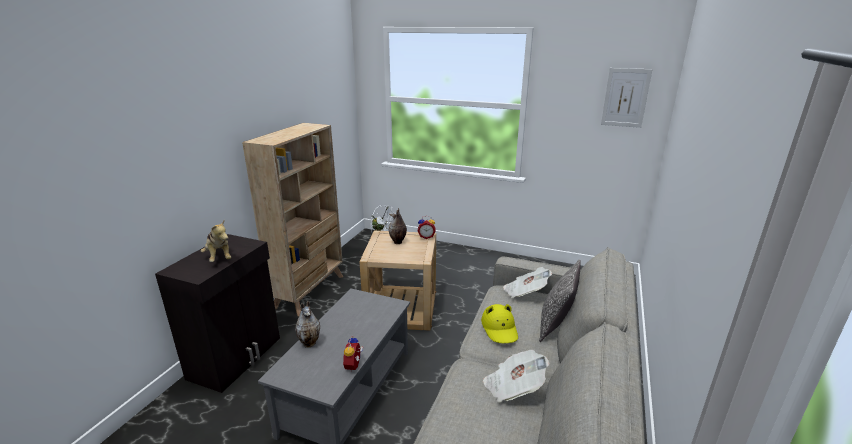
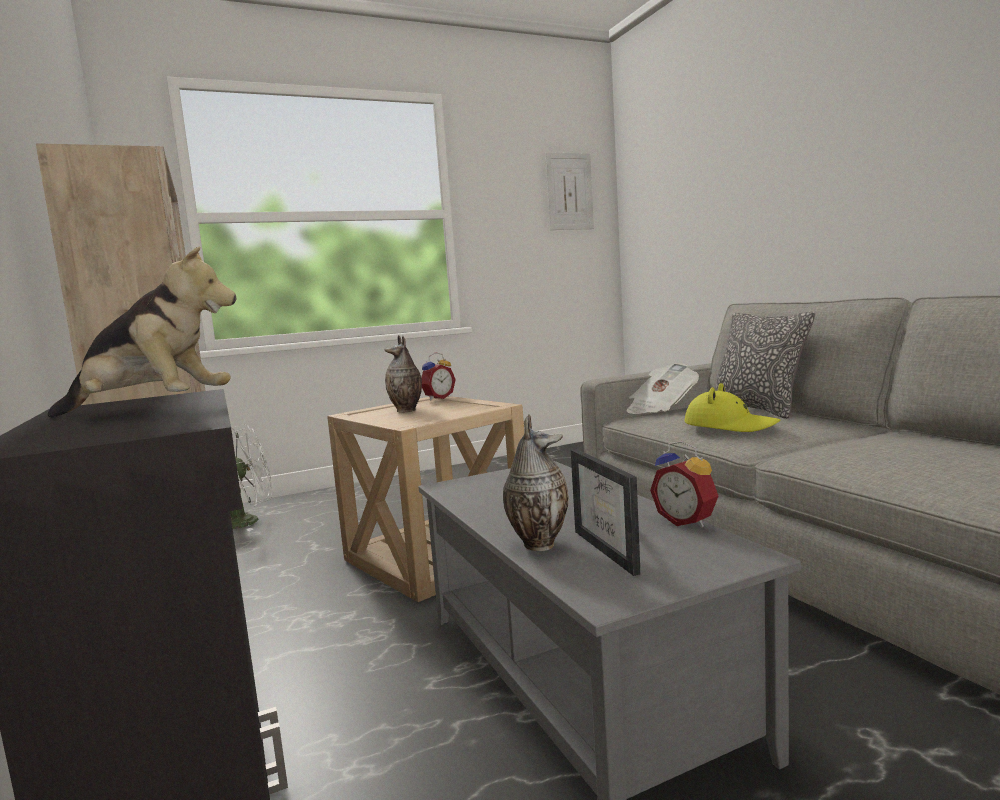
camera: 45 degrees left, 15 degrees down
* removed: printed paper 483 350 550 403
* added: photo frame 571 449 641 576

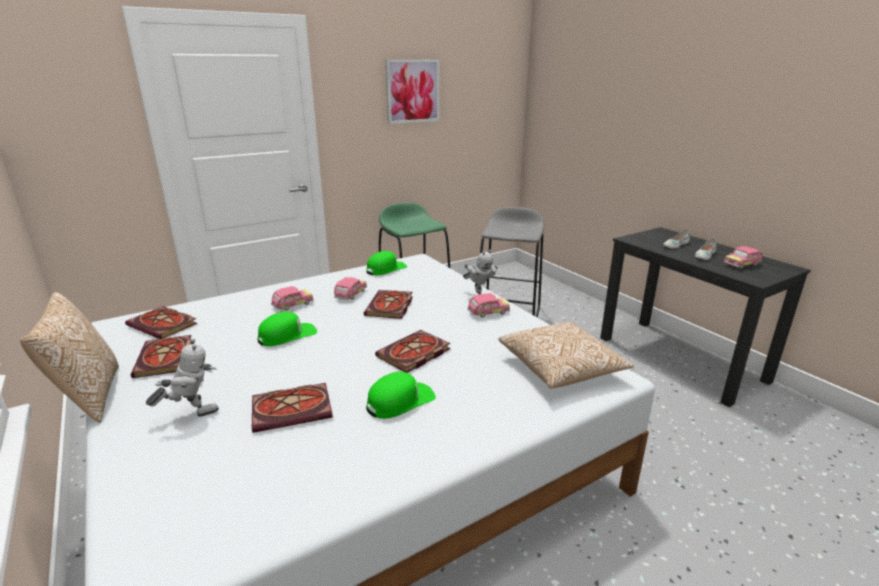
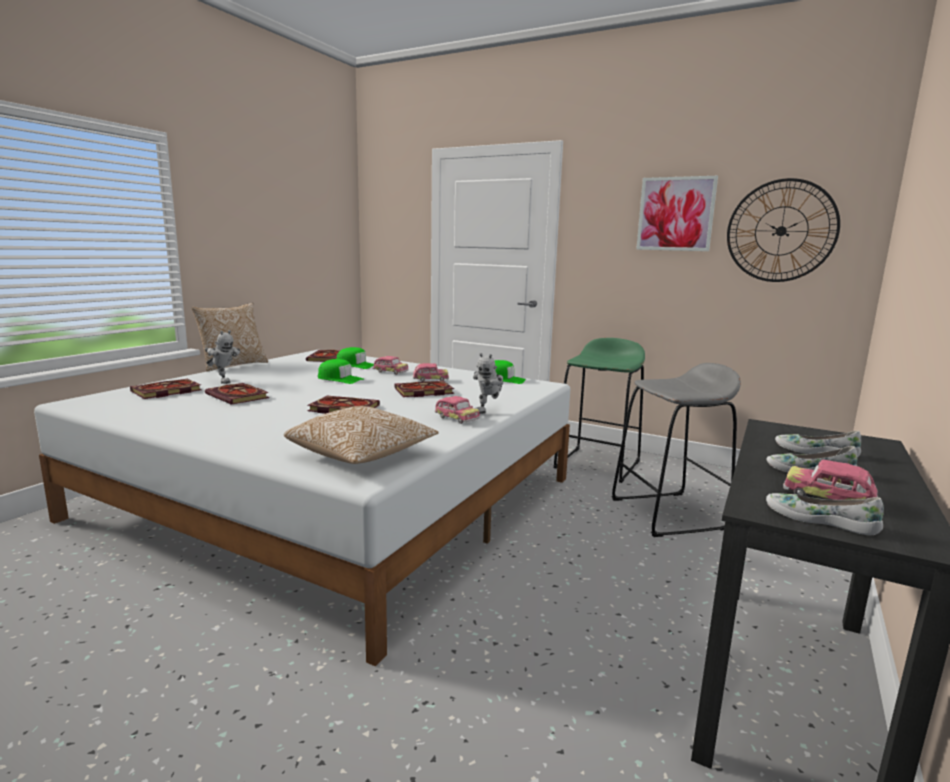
camera: 60 degrees right, 10 degrees down
* moved: volume 130 335 192 378 to 130 379 202 399
* moved: green-coloured cap 366 372 436 419 to 337 347 374 369
* added: clock on the wall 727 178 840 282
* added: white low shoe 766 493 884 535

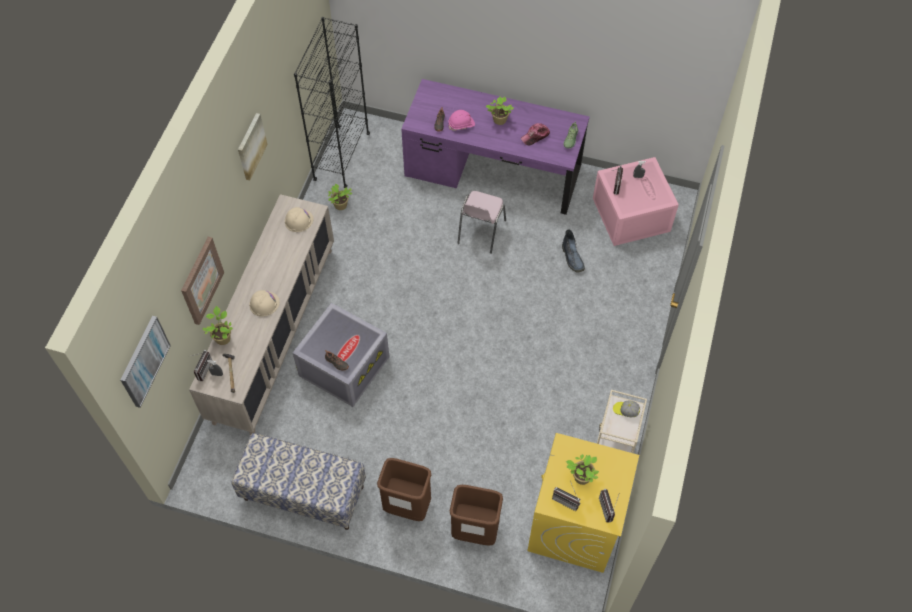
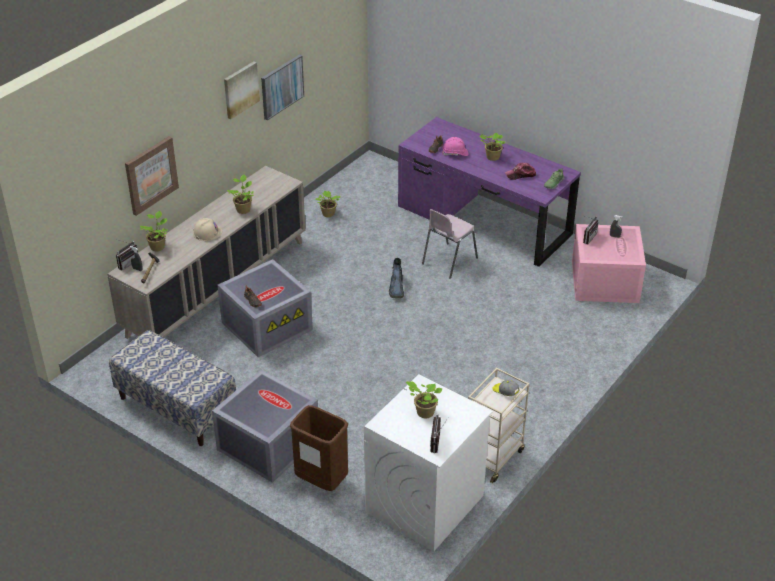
camera: 20 degrees right, 20 degrees down
* moved: wall picture 120 316 171 408 to 261 54 304 120
* removed: beige safety helmet 285 207 313 232
* removed: blackish bookshelf 294 17 370 188
* replaced: brown rubbish bin 377 458 431 521 to greyish storage box 212 369 318 483
* recoloured: yellow laundry appliance 528 433 639 573 to white laundry appliance 364 374 493 551
* removed: radio 552 481 580 511
* moved: boot 562 229 585 273 to 389 258 404 299
* added: plant in a pot 227 174 254 214

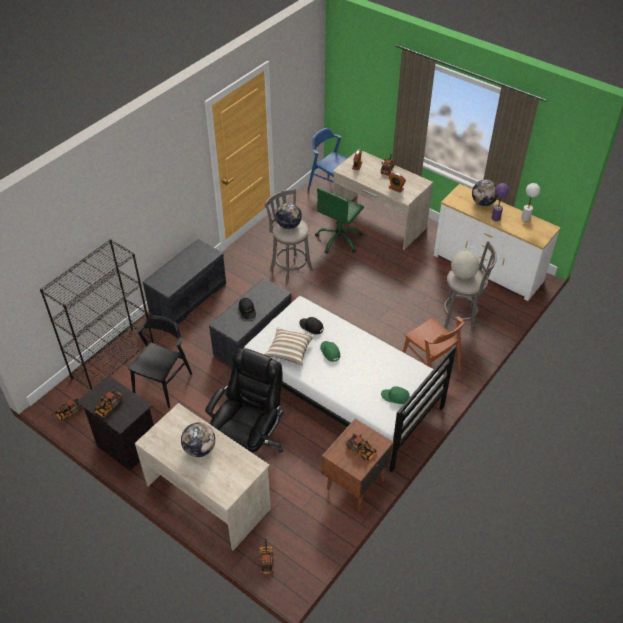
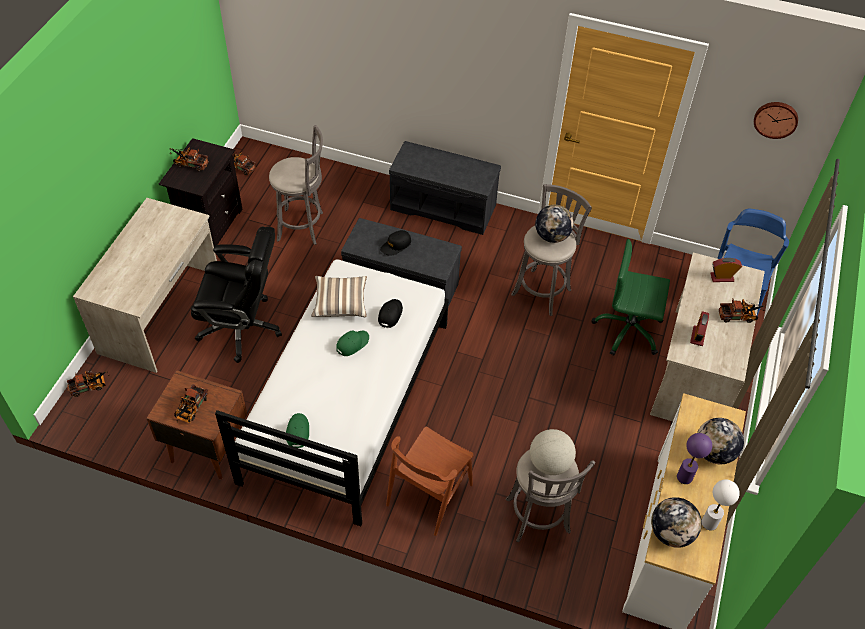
camera: 70 degrees right, 5 degrees up
* removed: blackish bookshelf 40 239 154 390
* replaced: blackish plain chair 128 315 192 408 to greyish sitting stool 269 125 323 245
* moved: desk globe 181 423 215 457 to 651 497 702 548
* added: clock on the wall 754 102 798 139

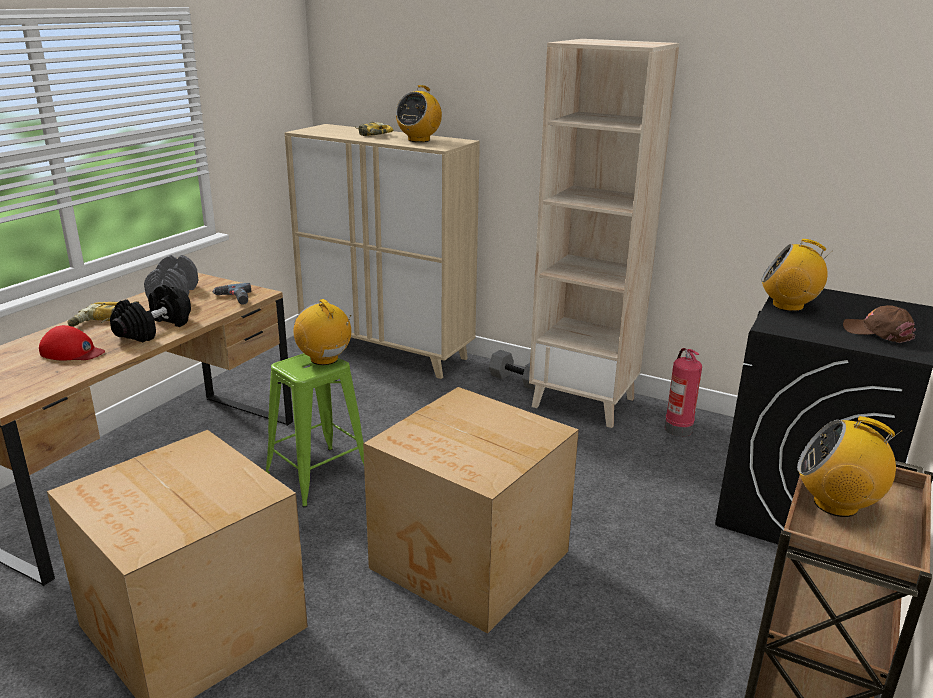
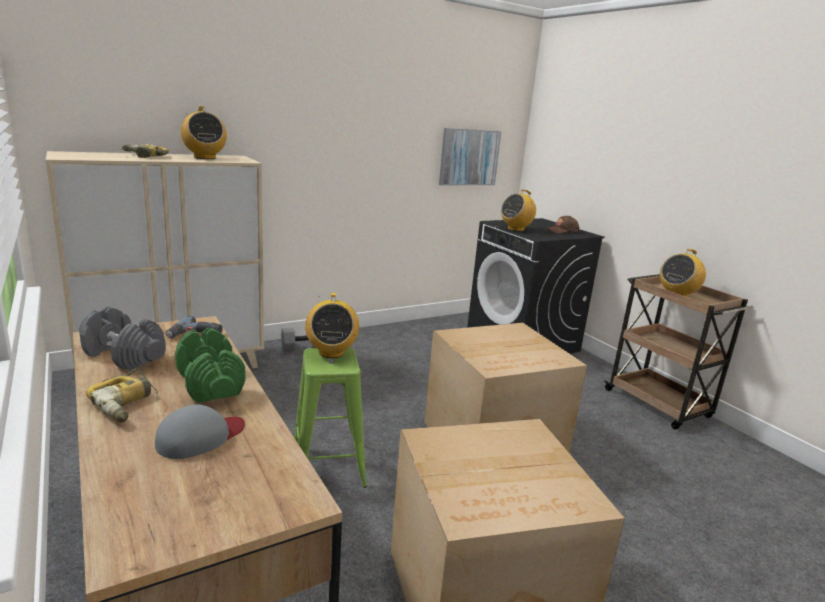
camera: 60 degrees left, 5 degrees down
* recoloured: red cap 39 325 105 361 to greyish cap 155 404 245 459
* recoloured: blackish free weight 110 284 191 342 to green-coloured free weight 175 328 246 403
* turned: radio 294 299 351 365 = 305 293 359 358 90 degrees counterclockwise
* removed: beige bookshelf 529 39 680 428
* removed: fire extinguisher 664 348 702 436
* added: wall picture 439 128 501 185

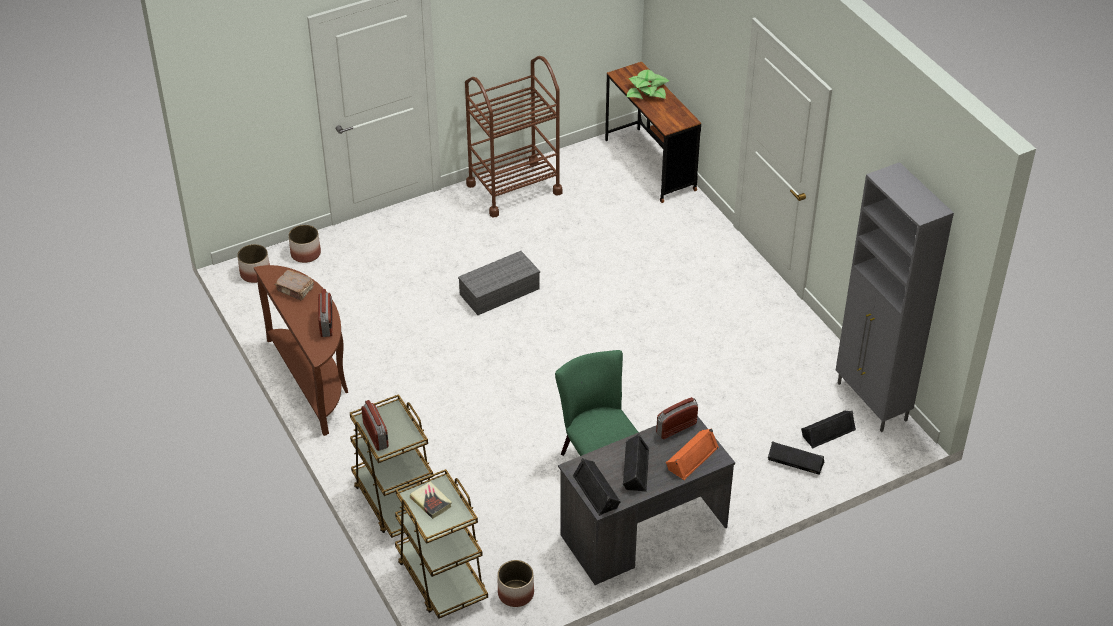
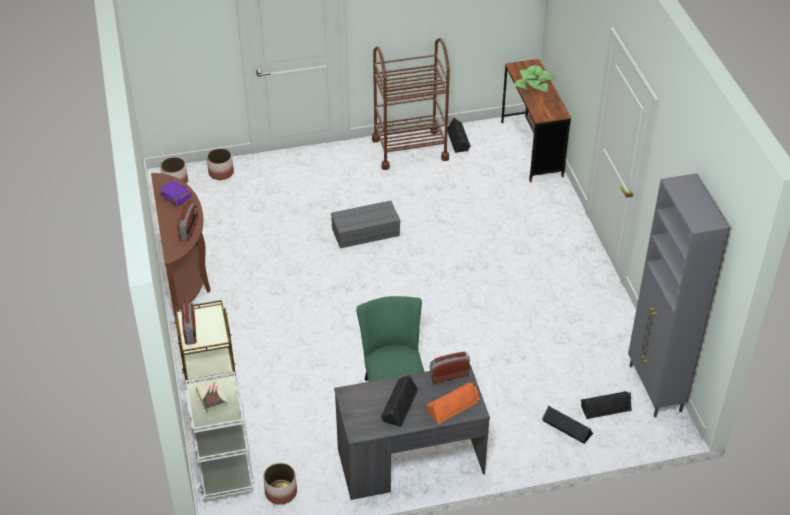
camera: 15 degrees right, 0 degrees up
* recoloured: brown volume 275 269 314 301 to purplish volume 159 180 192 207
* recoloured: brown wheeled cart 395 469 488 619 to white wheeled cart 185 372 255 500
* moved: blackish speaker 573 458 621 516 to 447 118 471 153

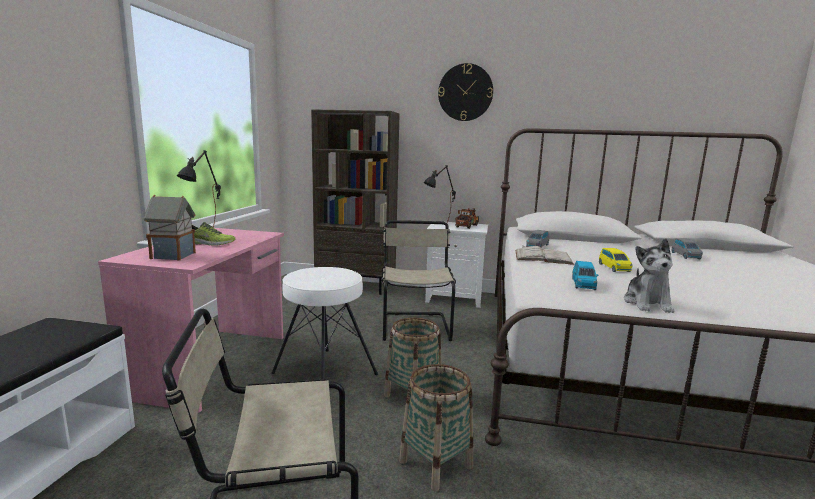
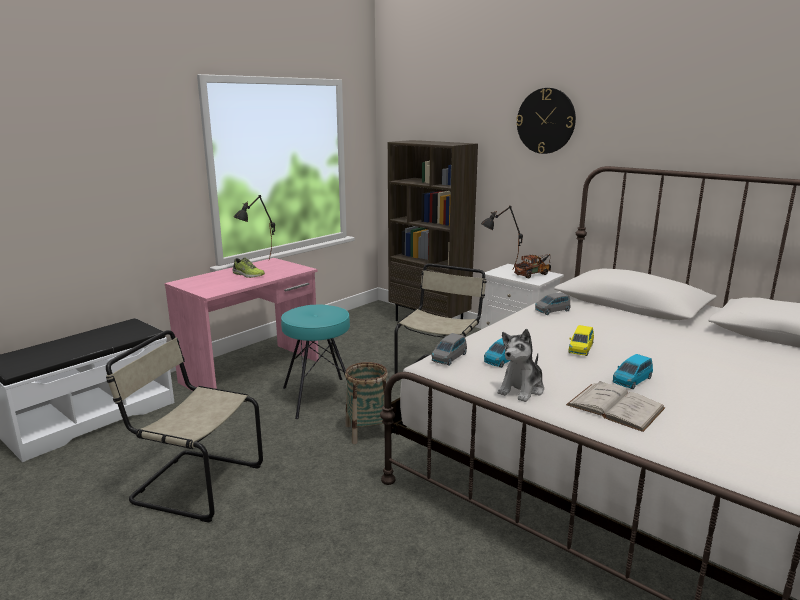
camera: 30 degrees right, 5 degrees up
* removed: miniature house 144 195 196 261
* recoloured: white sitting stool 271 267 378 379 to turquoise-coloured sitting stool 281 305 350 419
* removed: basket 399 364 473 492
* moved: white volume 515 246 574 265 to 566 381 665 432
* moved: greyish toy car 672 238 703 259 to 431 333 467 366
* added: blue-coloured toy car 612 354 653 389

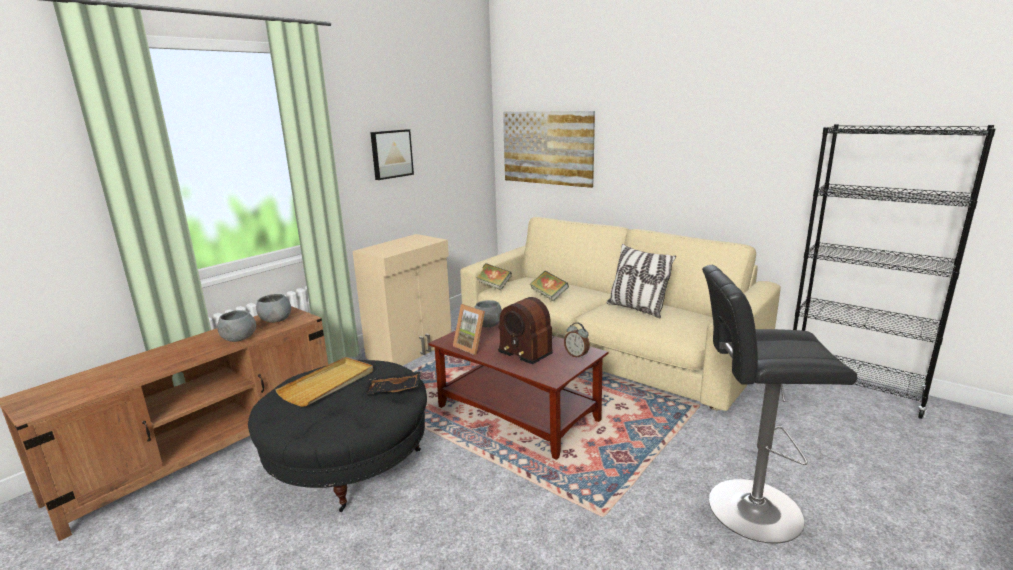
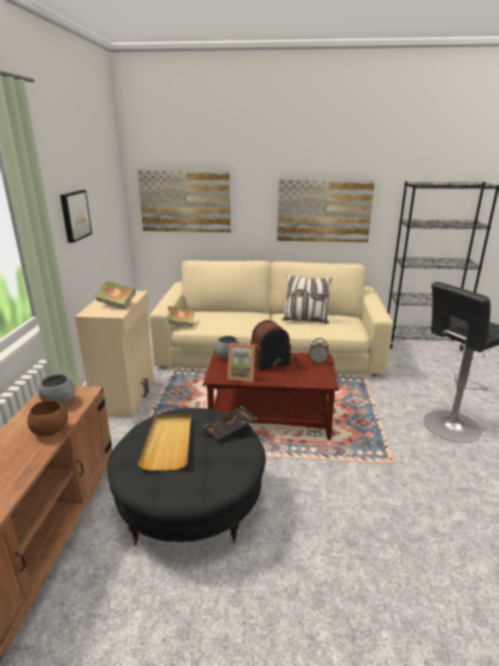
camera: 35 degrees left, 5 degrees up
* recoloured: greyish serving bowl 217 310 256 342 to brown serving bowl 27 400 68 436
* turned: radio 498 297 554 364 = 251 320 308 379 150 degrees clockwise
* moved: volume 530 271 569 301 to 95 282 136 309
* added: wall picture 277 179 375 242

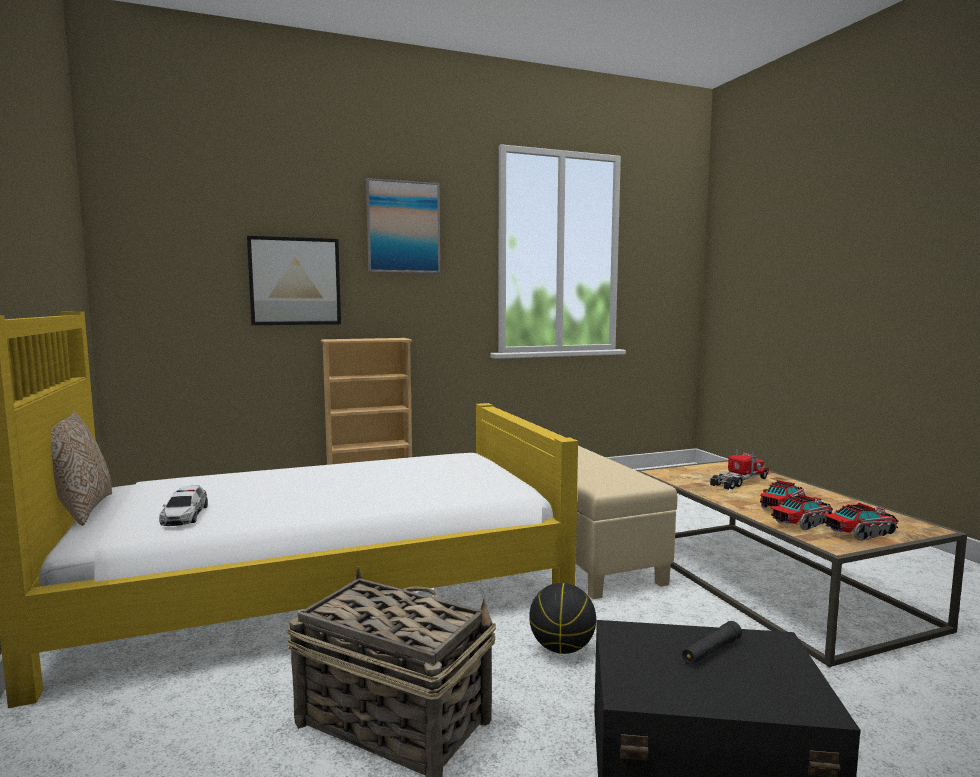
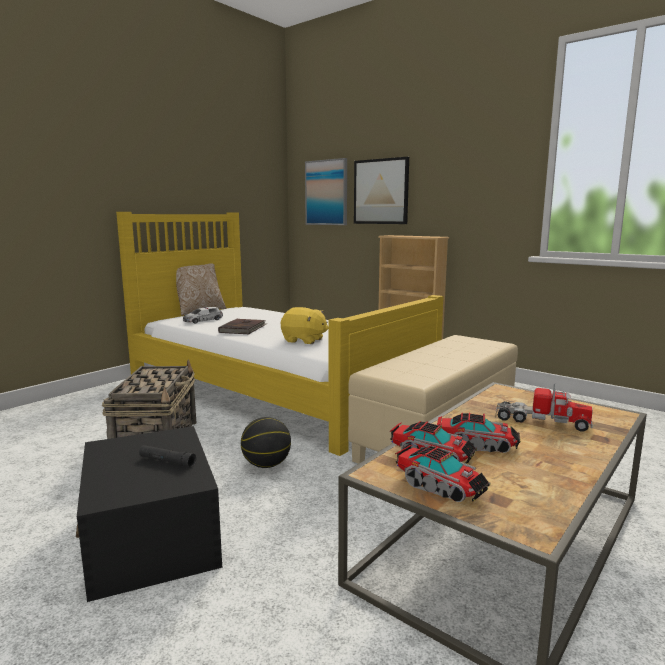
camera: 60 degrees right, 5 degrees up
* moved: wall picture 366 178 440 273 to 305 158 347 225
* added: brown volume 218 319 266 334
* added: yellow cuddly toy 281 307 328 344

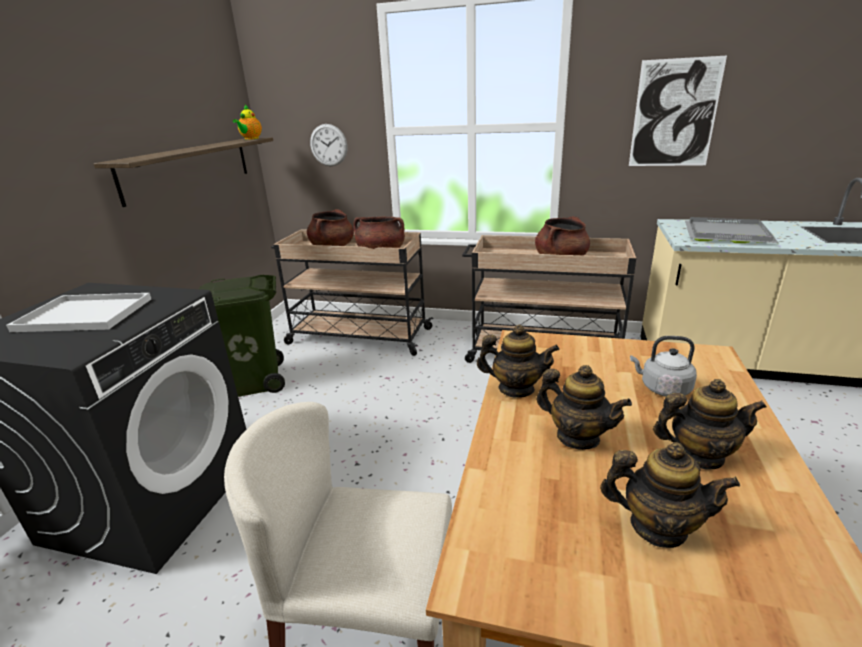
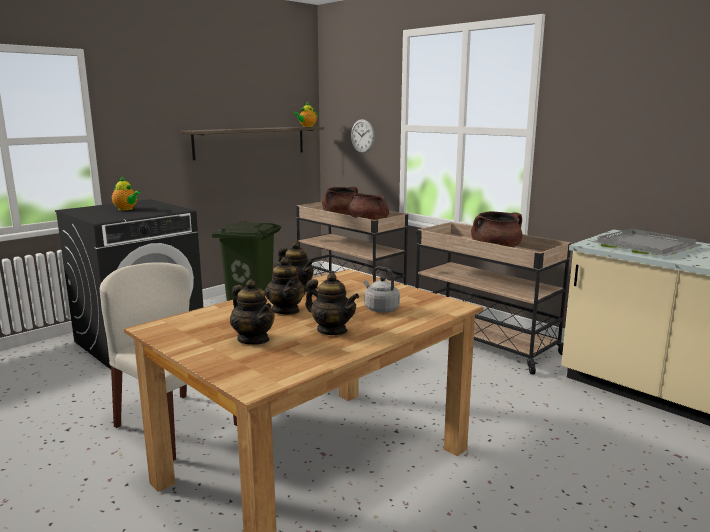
camera: 30 degrees right, 10 degrees down
* replaced: white serving tray 6 293 151 332 to teapot 112 176 141 210
* removed: wall picture 629 56 727 166

